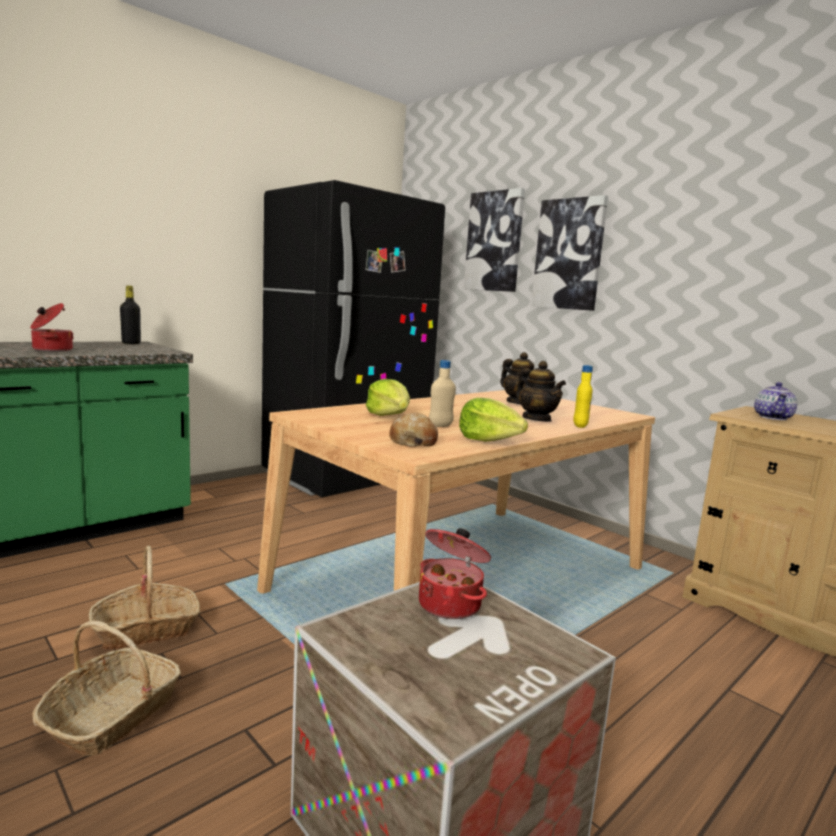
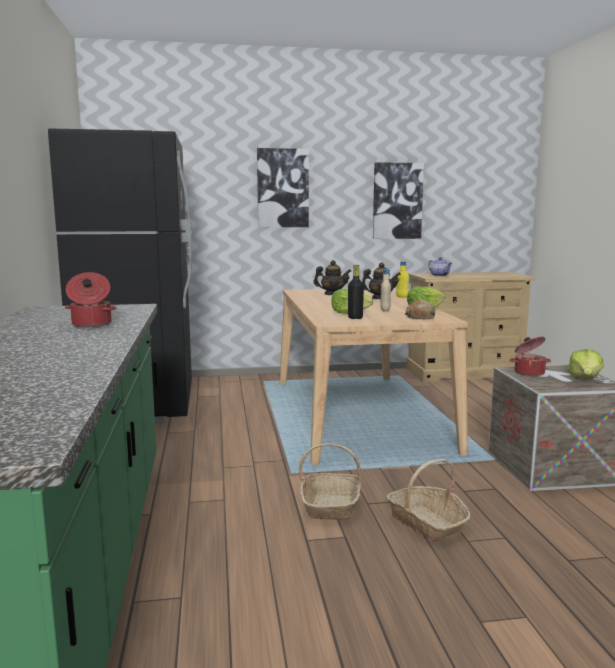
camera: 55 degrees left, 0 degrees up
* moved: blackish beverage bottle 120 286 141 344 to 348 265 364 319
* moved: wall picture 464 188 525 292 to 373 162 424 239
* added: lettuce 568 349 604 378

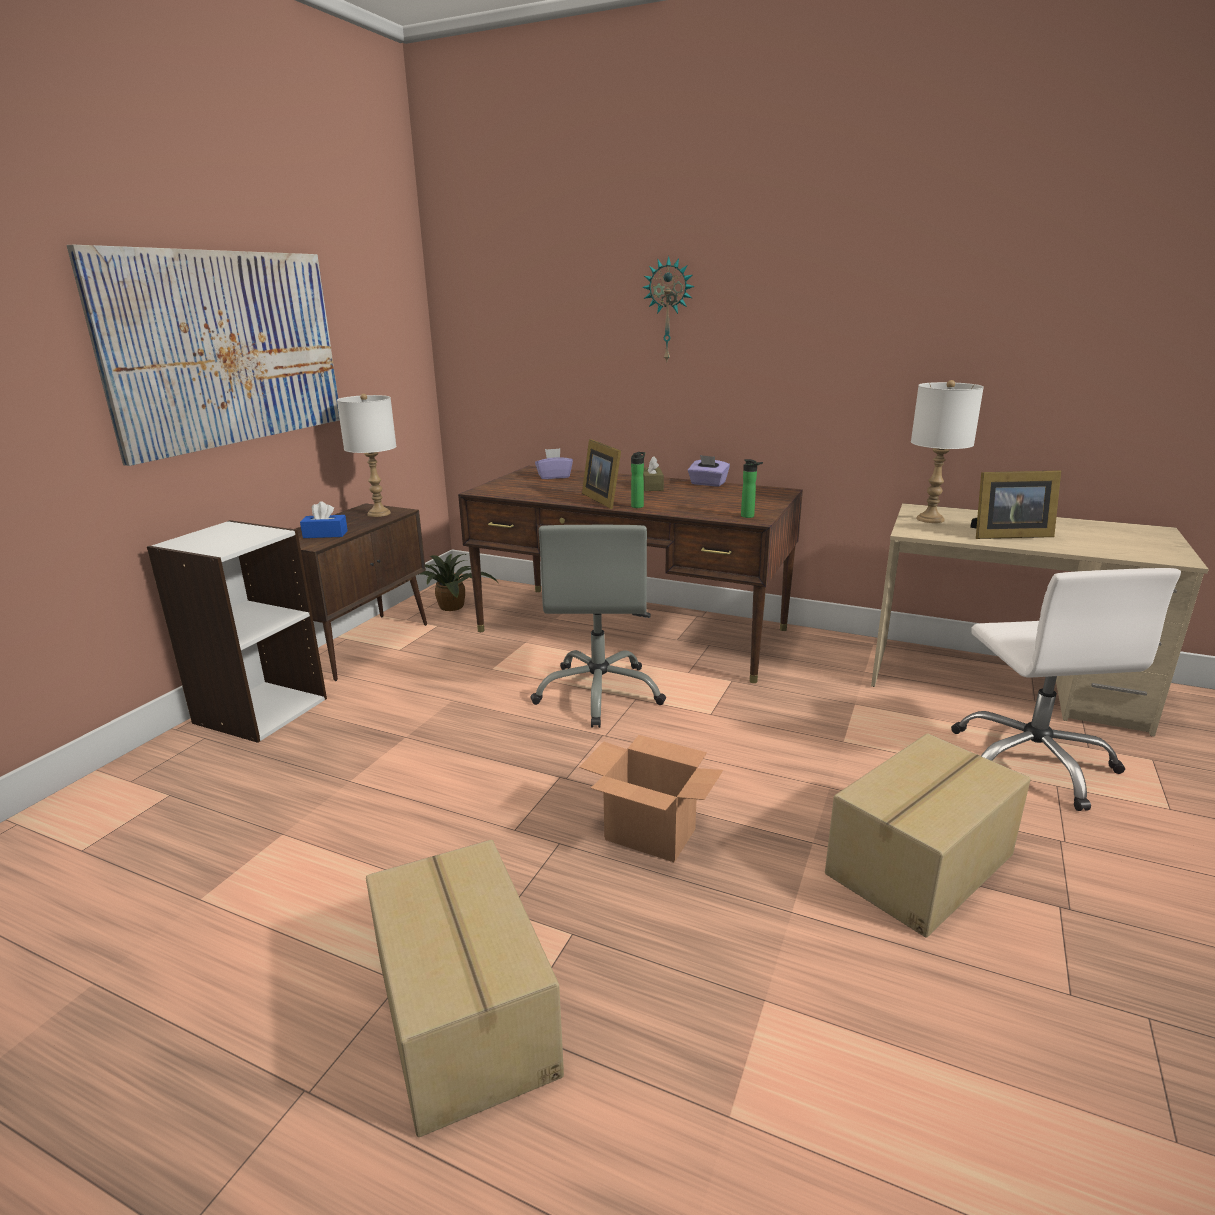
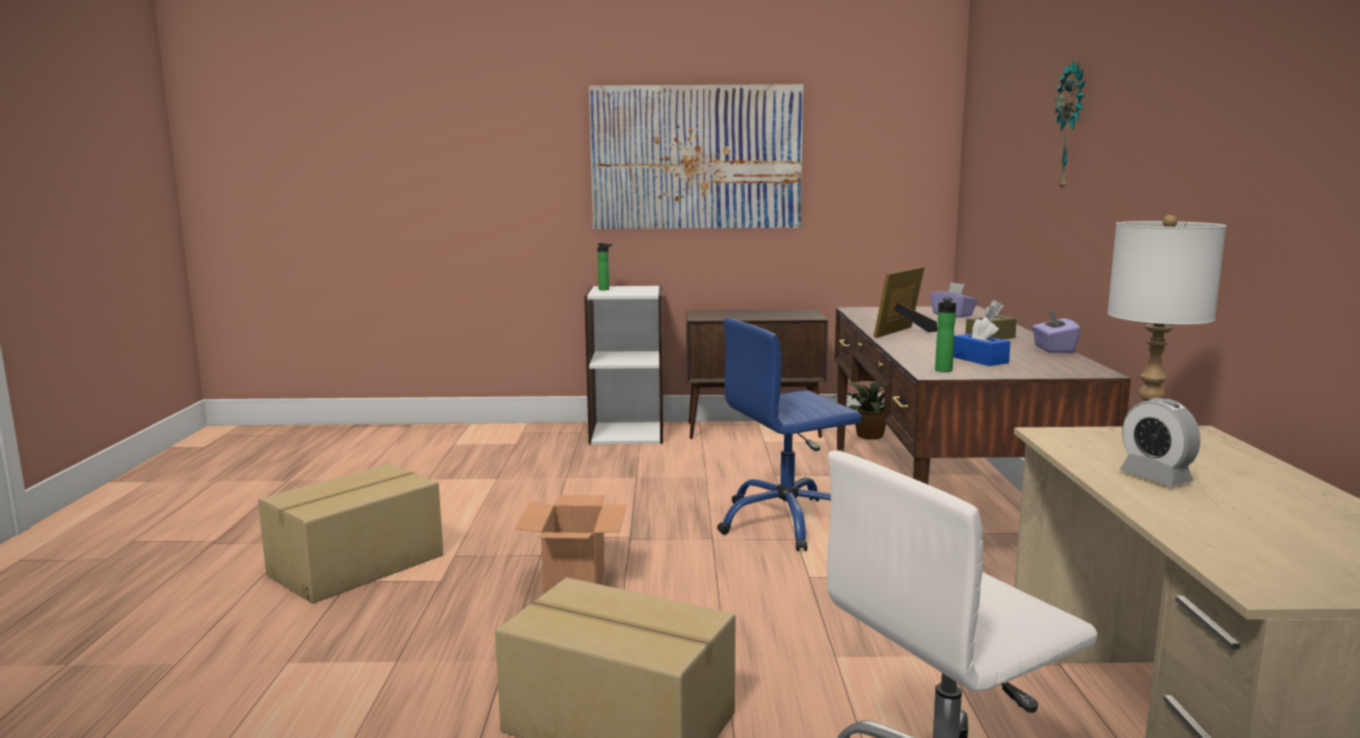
camera: 65 degrees right, 10 degrees down
* moved: blue-coloured tissue box 300 501 348 538 to 953 317 1010 366
* removed: white tabletop lamp 337 394 396 517
* recoloured: greyish office chair 530 525 666 728 to blue-coloured office chair 717 318 862 551
* moved: beverage bottle 631 452 645 508 to 597 243 613 290
* replaced: photo frame 970 471 1061 539 to bedside clock 1120 398 1200 486

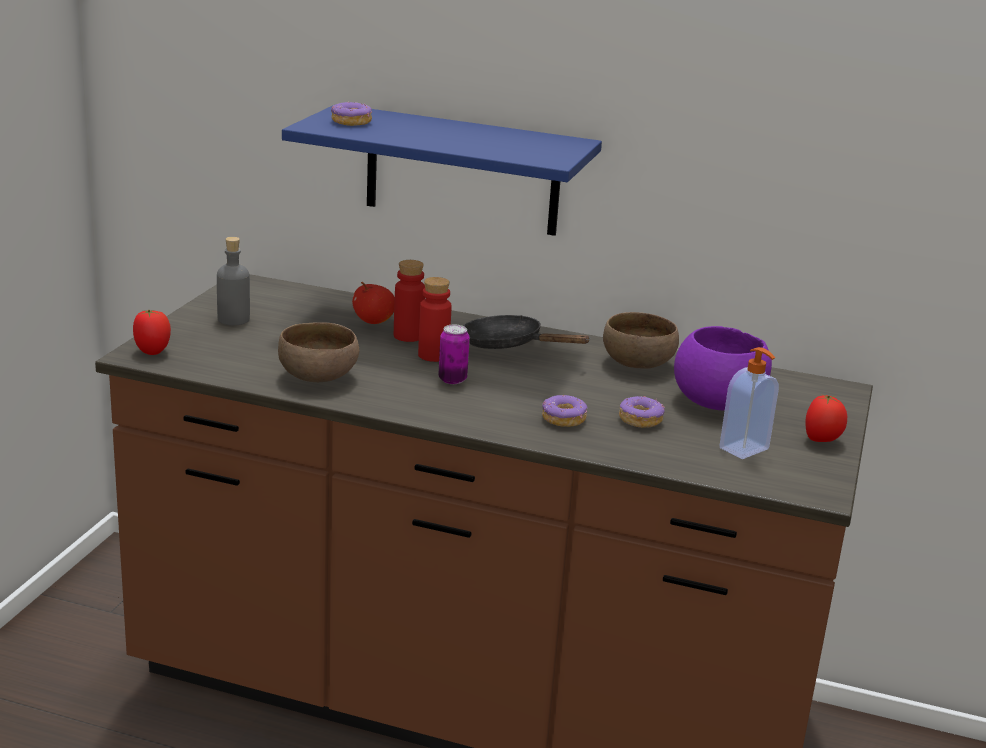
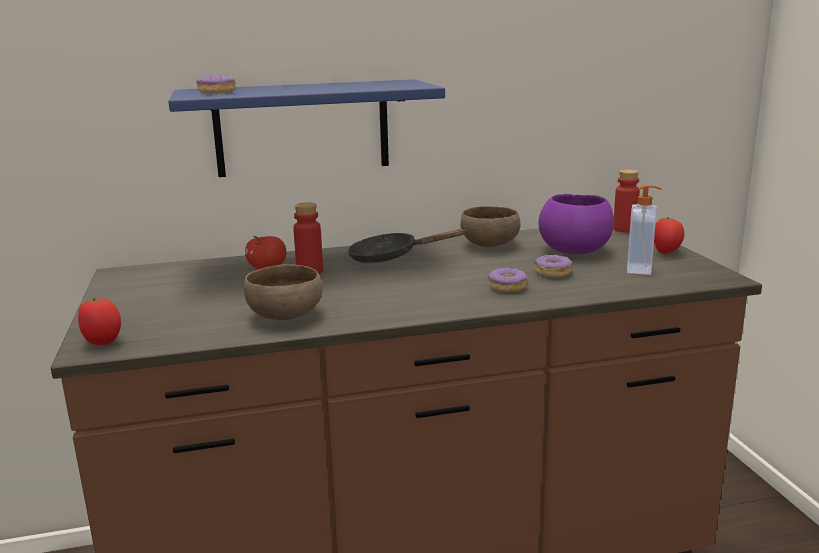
camera: 30 degrees left, 5 degrees down
* removed: greyish beverage bottle 217 237 250 325
* moved: red beverage bottle 418 277 452 362 to 613 169 640 232
* removed: metal can 438 325 470 384

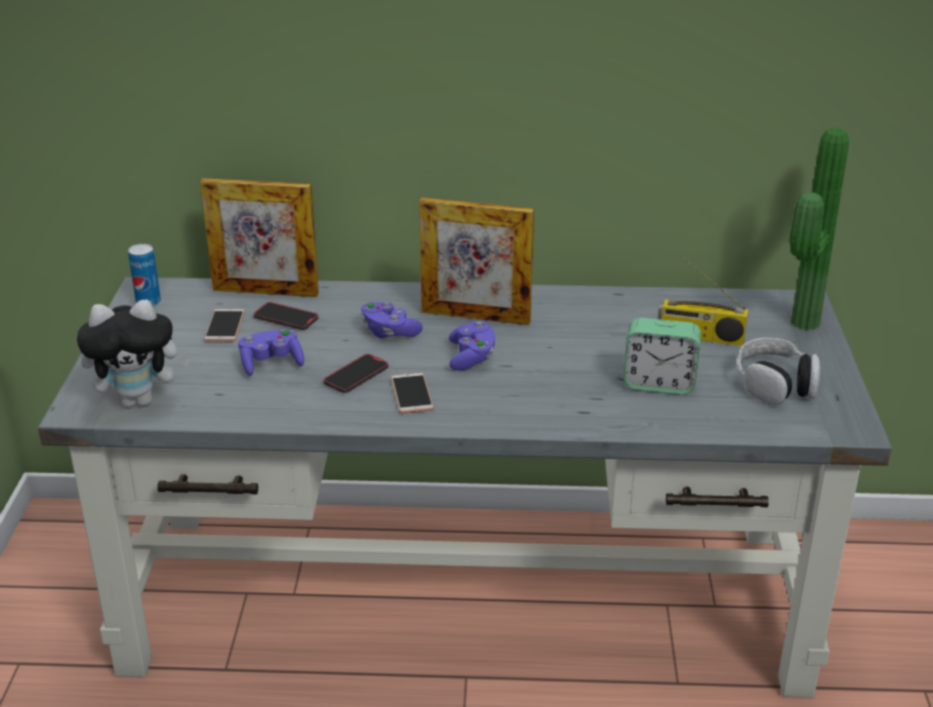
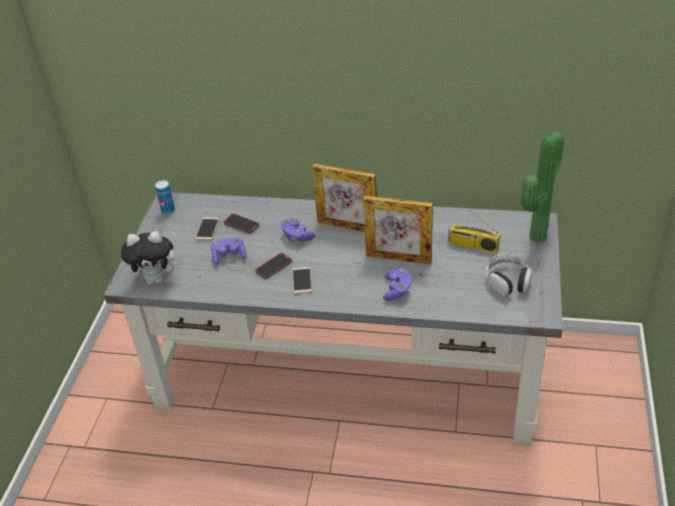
camera: 10 degrees right, 10 degrees up
* moved: photo frame 200 178 319 297 to 363 196 433 264
* moved: purplish joypad 449 321 495 371 to 383 268 411 301
* removed: bedside clock 624 318 701 395

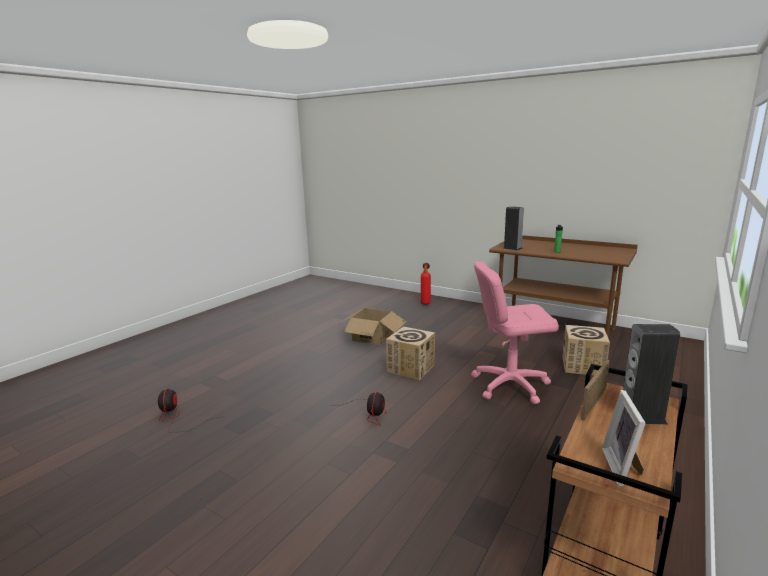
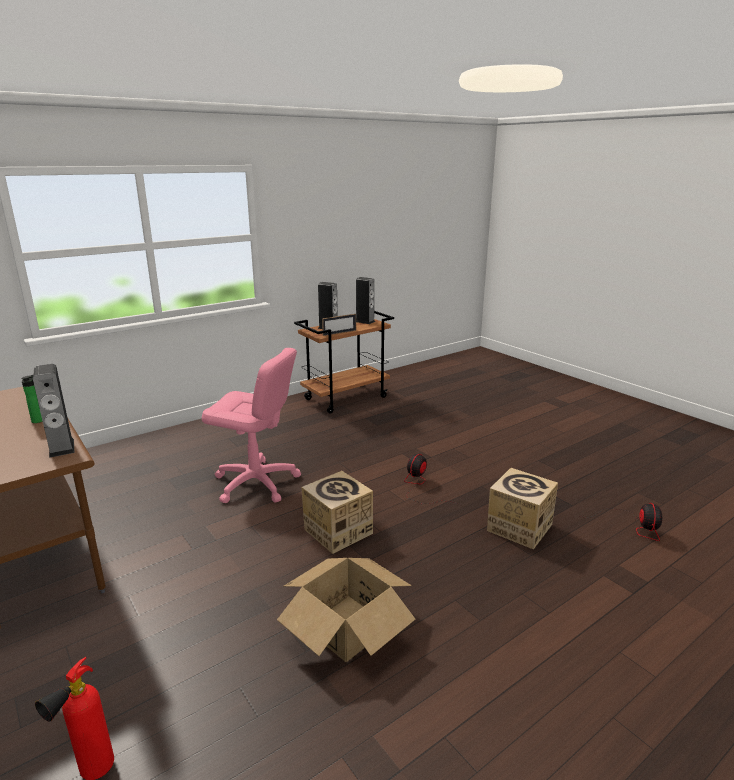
camera: 160 degrees left, 5 degrees up
* moved: cardboard box 562 325 610 376 to 487 468 558 550
* replaced: photo frame 602 390 646 487 to speaker 356 277 375 324

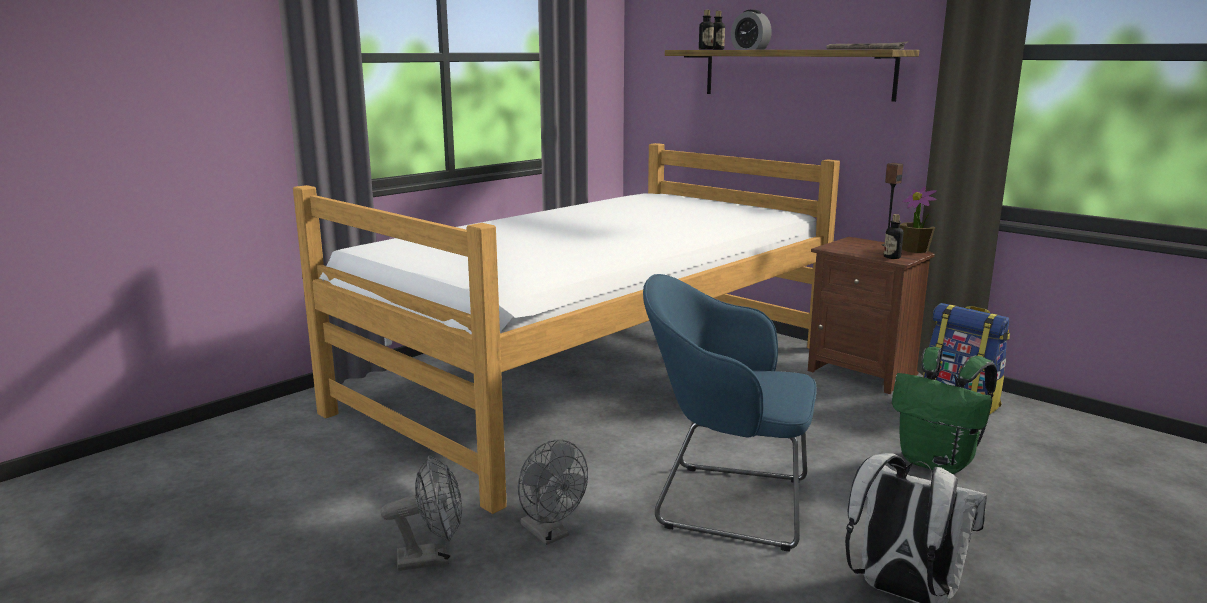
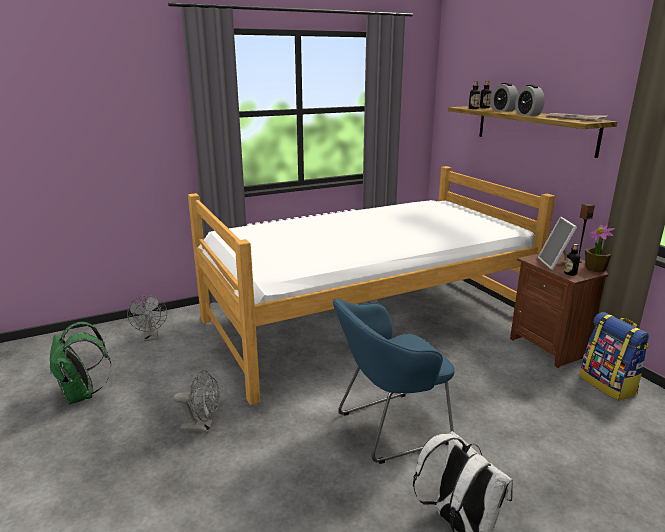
camera: 20 degrees right, 5 degrees up
* moved: greyish electric fan 518 439 588 545 to 127 295 167 341
* turned: blue-coloured armchair 643 274 817 551 = 333 298 455 464 60 degrees counterclockwise
* moved: green-coloured rucksack 892 347 997 474 to 50 322 111 404
* added: bedside clock 515 85 545 116
* added: photo frame 538 217 577 270

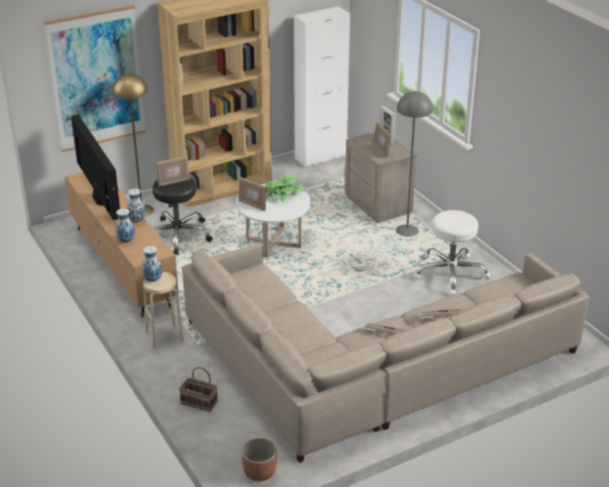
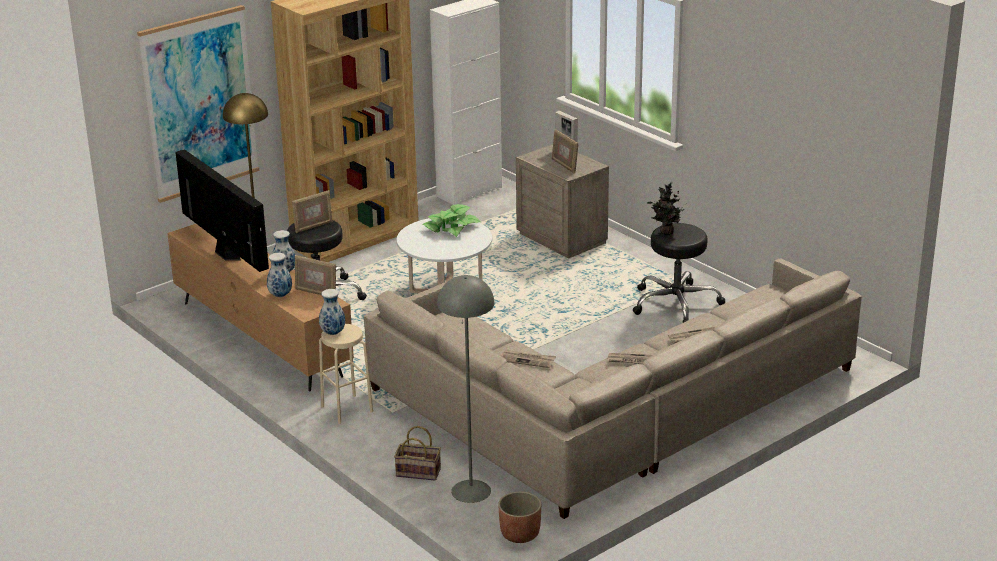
camera: 10 degrees left, 5 degrees down
* moved: photo frame 238 177 267 211 to 295 255 336 295
* moved: greyish floor lamp 396 91 433 237 to 437 275 494 503
* recoloured: white sitting stool 414 210 490 295 to blackish sitting stool 633 223 725 323
* added: printed paper 501 350 556 368
* added: plant in a pot 647 181 687 235

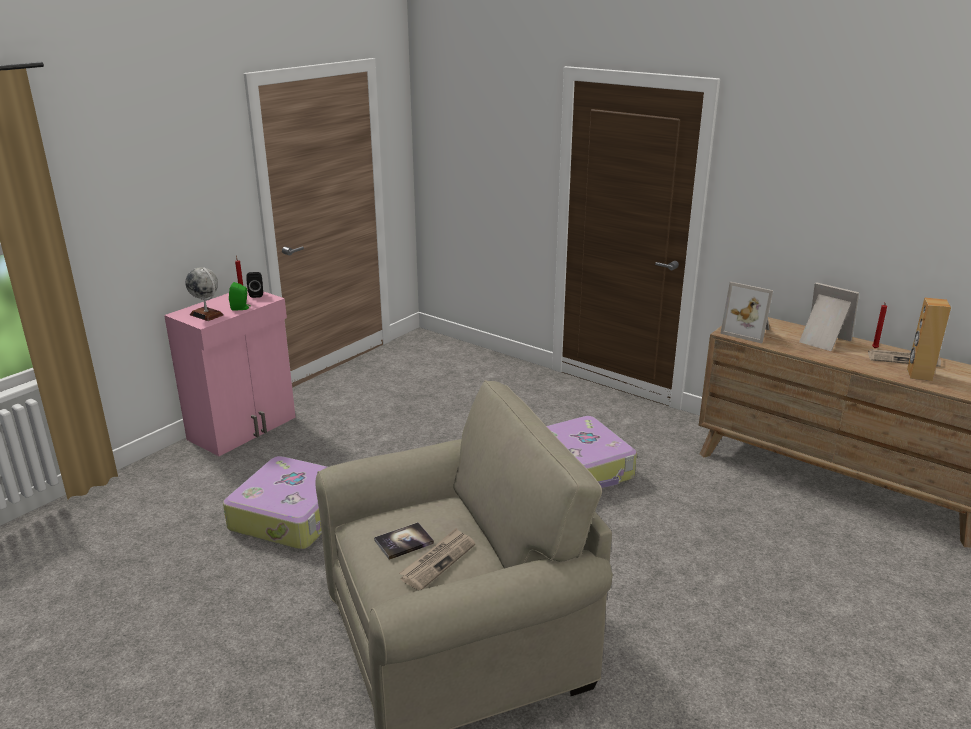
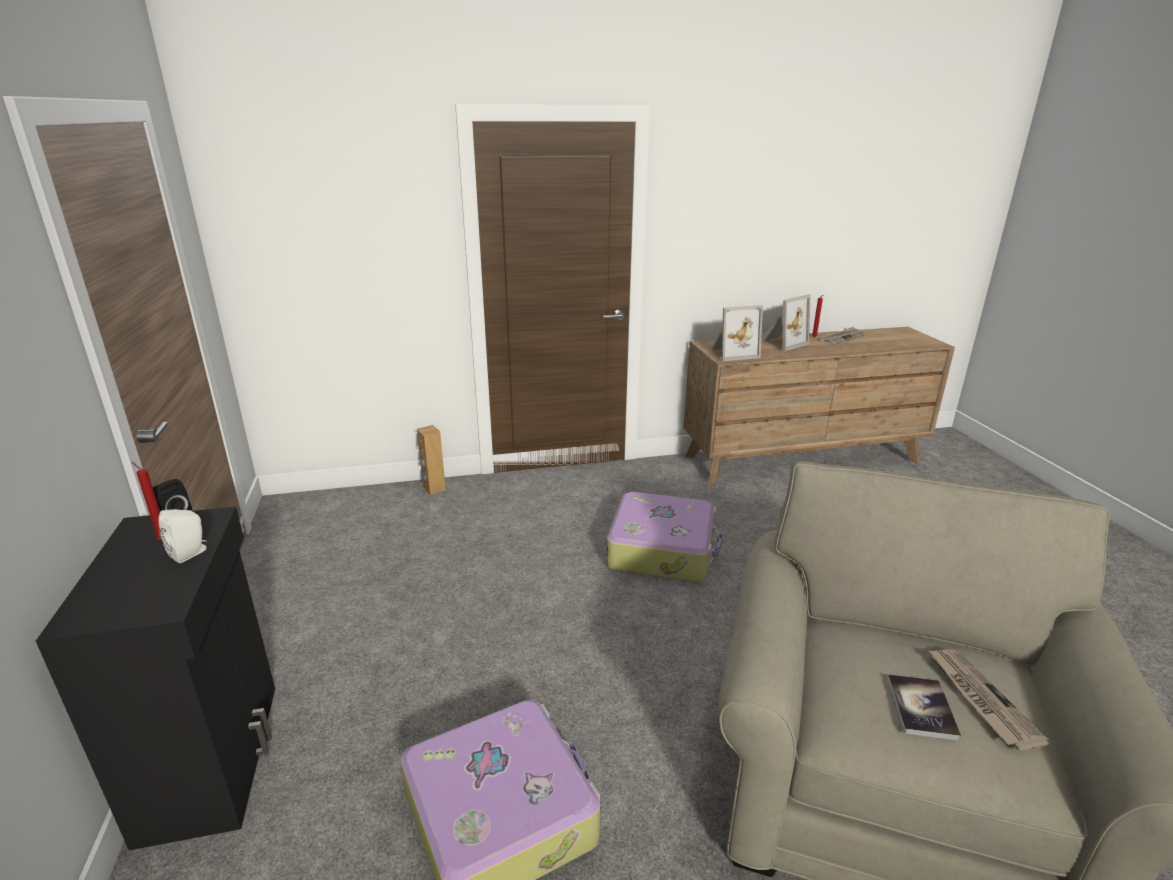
camera: 50 degrees left, 0 degrees up
* recoloured: pink-coloured storage cabinet 164 289 296 456 to blackish storage cabinet 36 507 275 850
* removed: desk globe 185 267 224 321
* recoloured: green-coloured speaker 229 282 250 311 to white speaker 159 509 207 563
* turned: photo frame 799 282 859 351 = 761 295 810 351 150 degrees clockwise
* moved: brown speaker 907 298 951 381 to 417 425 446 495

